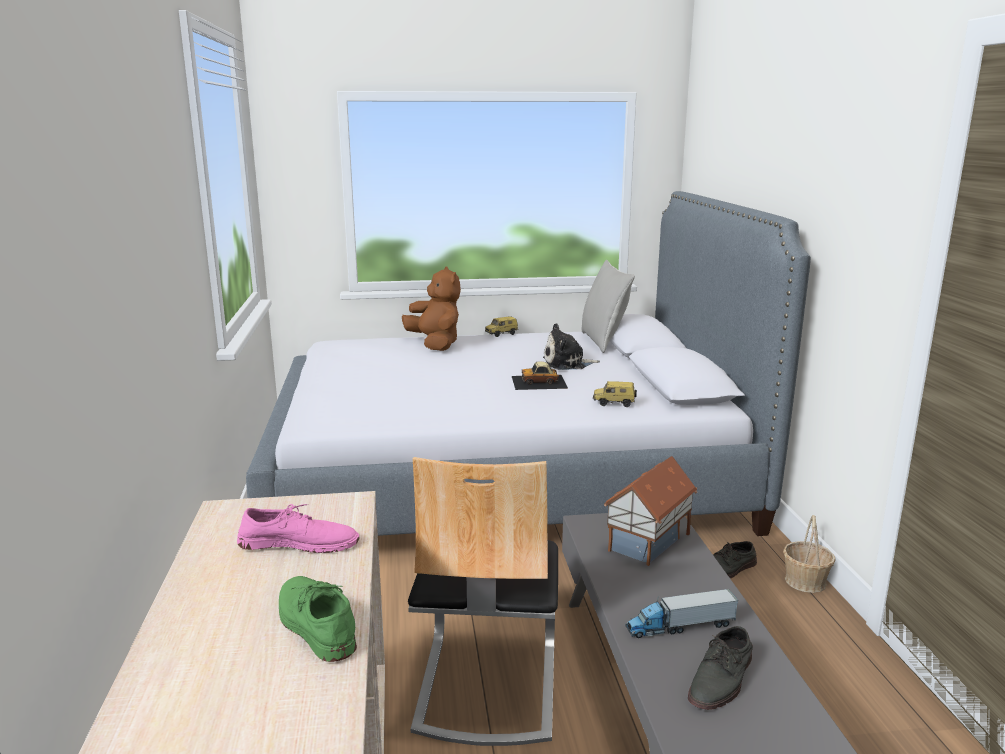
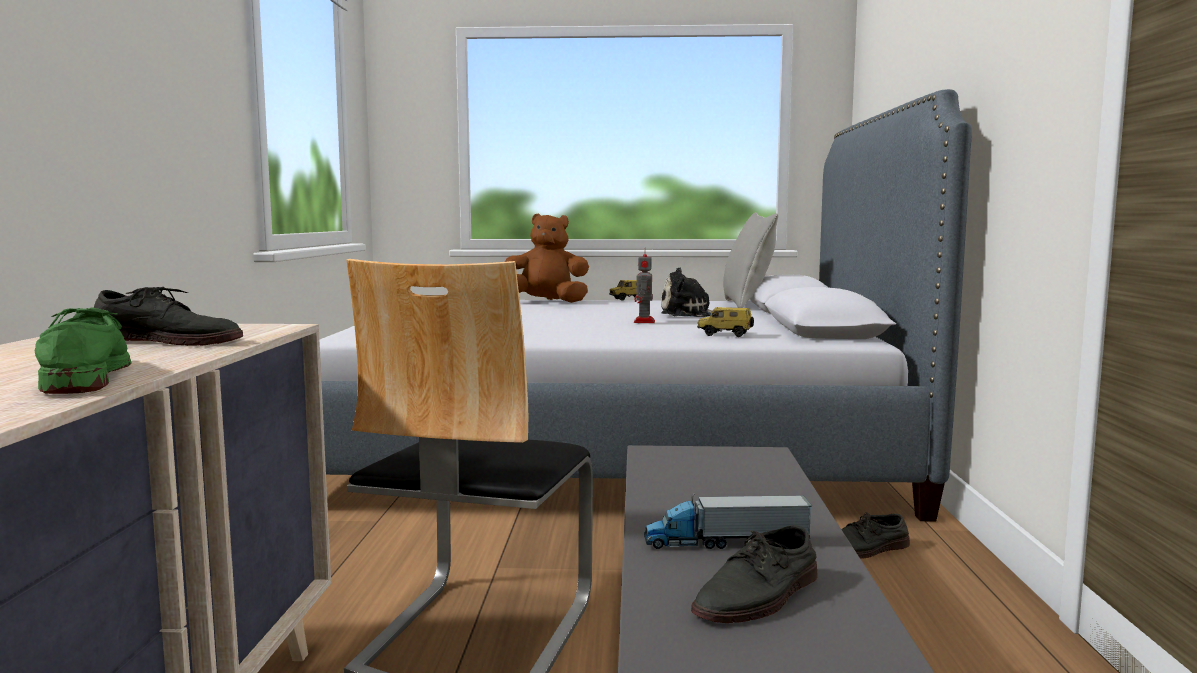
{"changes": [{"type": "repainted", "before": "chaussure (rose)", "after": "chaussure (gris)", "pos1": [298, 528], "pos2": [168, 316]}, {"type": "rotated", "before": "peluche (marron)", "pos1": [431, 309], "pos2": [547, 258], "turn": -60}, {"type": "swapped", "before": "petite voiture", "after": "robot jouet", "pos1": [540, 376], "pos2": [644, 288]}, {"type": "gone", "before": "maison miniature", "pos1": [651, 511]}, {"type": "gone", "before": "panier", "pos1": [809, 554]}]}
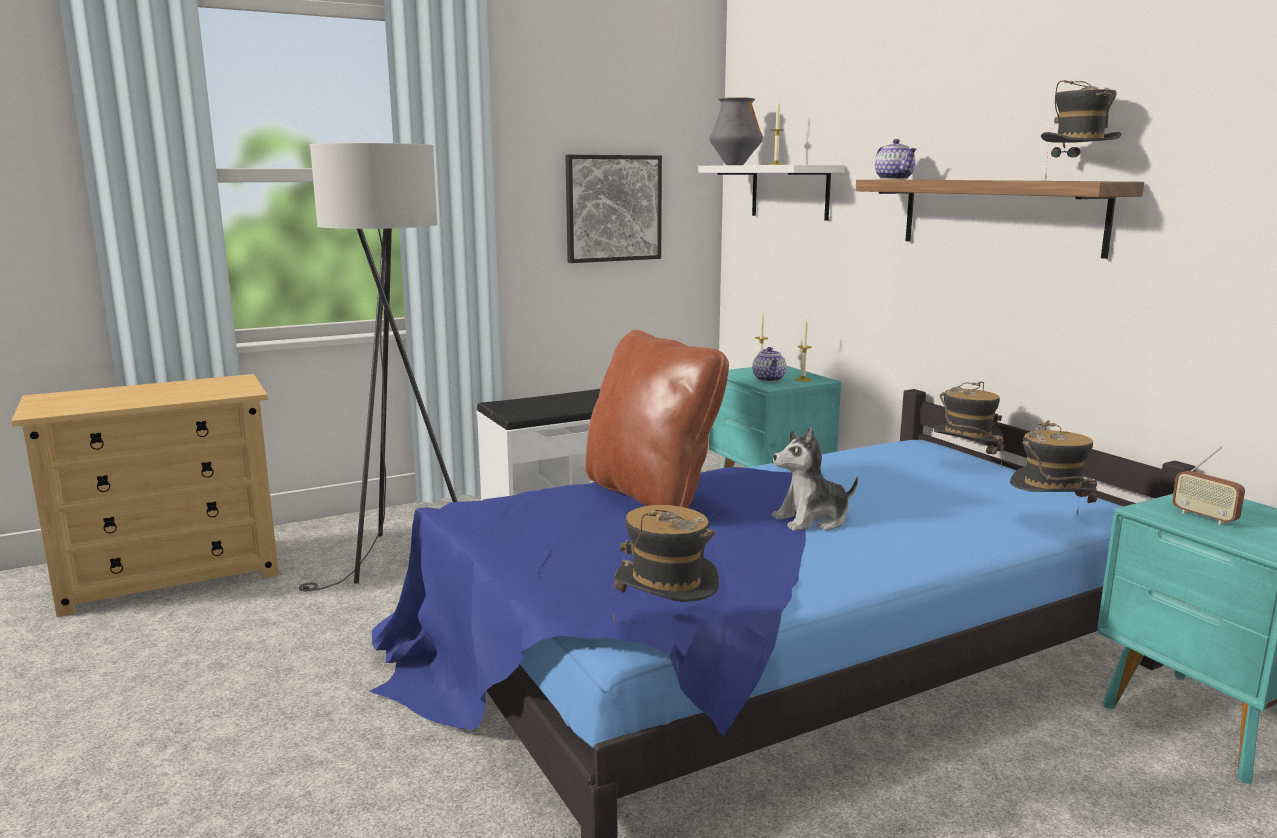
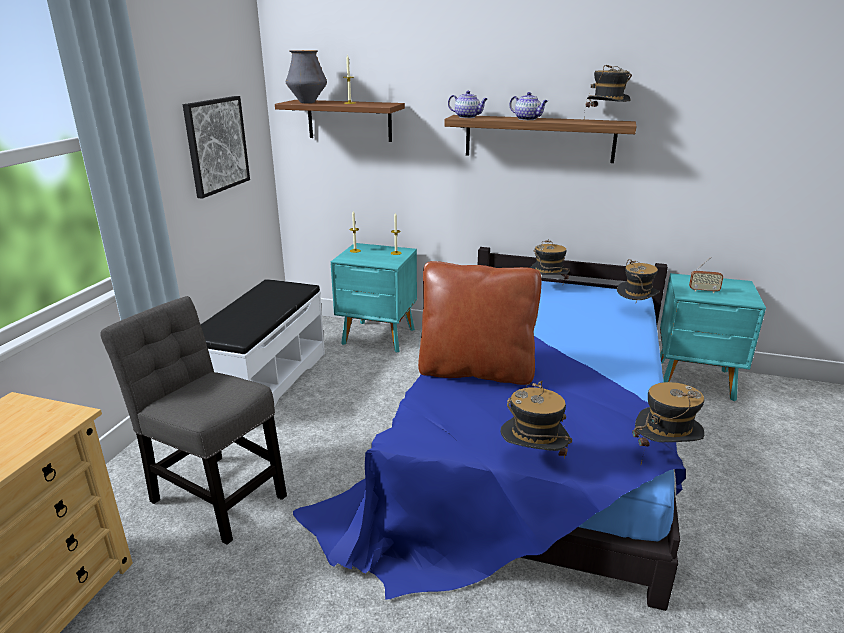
{"changes": [{"type": "swapped", "before": "lampadaire (gris)", "after": "chaise (gris)", "pos1": [378, 367], "pos2": [194, 420]}, {"type": "repainted", "before": "étagère (blanc)", "after": "étagère (marron)", "pos1": [771, 193], "pos2": [340, 121]}, {"type": "new", "after": "chapeau", "pos2": [537, 420]}, {"type": "shifted", "before": "théière", "pos1": [769, 364], "pos2": [528, 106]}, {"type": "gone", "before": "peluche", "pos1": [814, 479]}]}
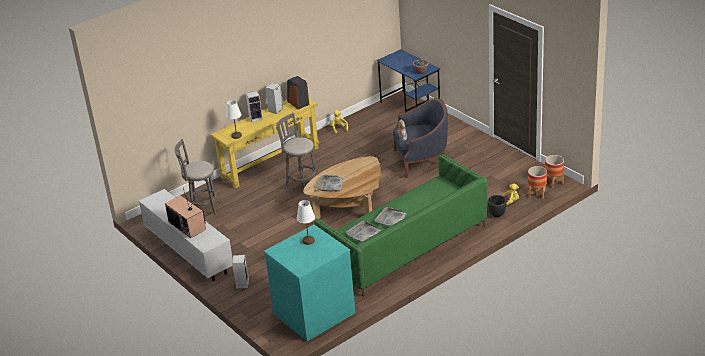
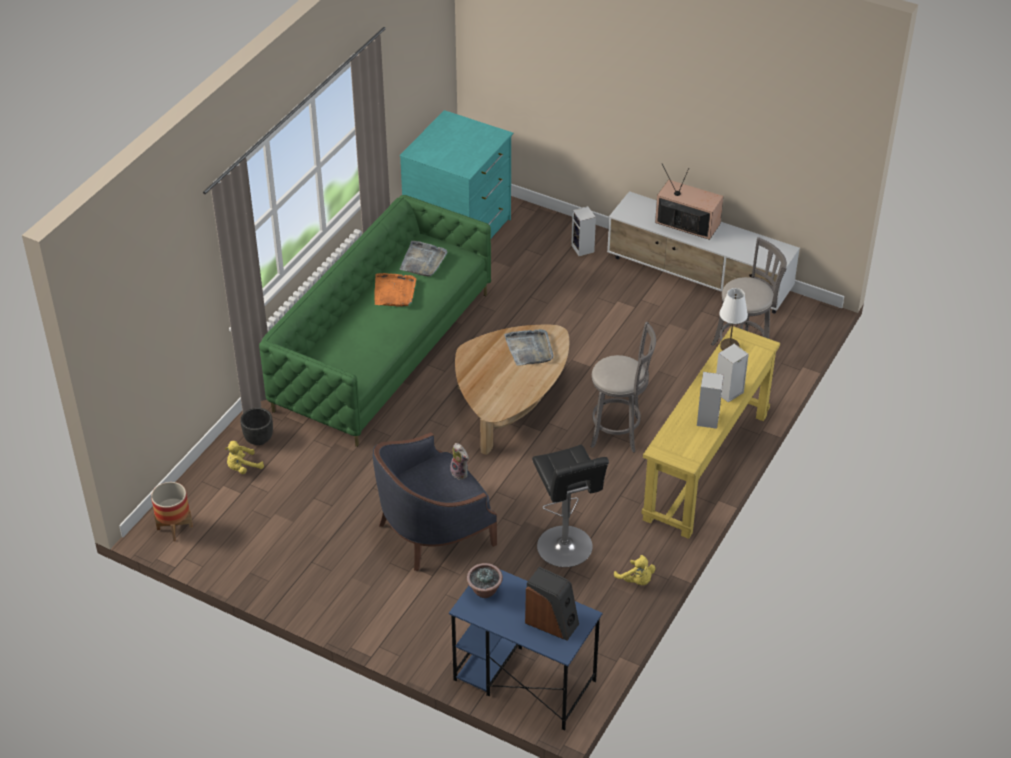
{"changes": [{"type": "repainted", "before": "plateau (gris)", "after": "plateau (orange)", "pos1": [391, 216], "pos2": [395, 290]}, {"type": "shifted", "before": "enceinte", "pos1": [298, 92], "pos2": [552, 604]}, {"type": "new", "after": "tabouret (noir)", "pos2": [570, 506]}, {"type": "gone", "before": "lampe de table (blanc)", "pos1": [306, 222]}, {"type": "gone", "before": "cache-pot", "pos1": [537, 182]}]}
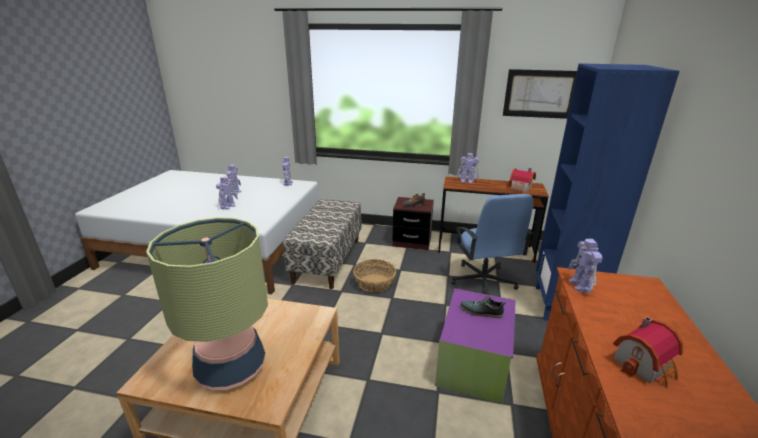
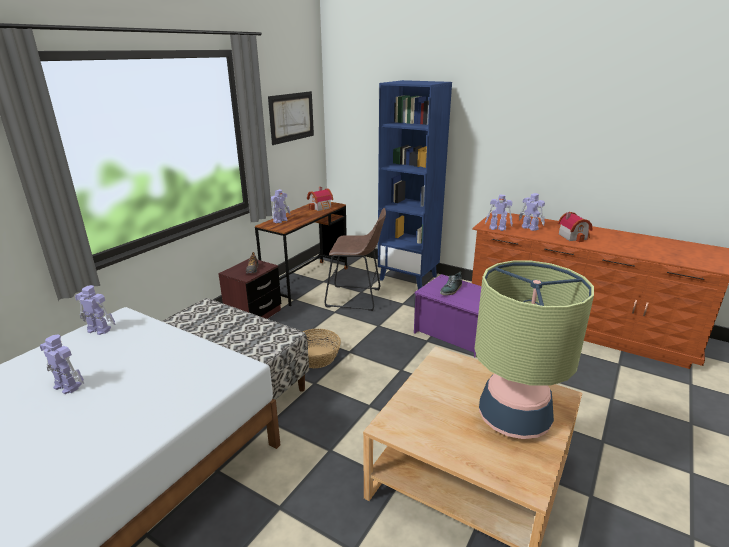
{"changes": [{"type": "swapped", "before": "chaise de bureau (bleu)", "after": "tabouret (marron)", "pos1": [492, 244], "pos2": [355, 259]}, {"type": "shifted", "before": "robot jouet", "pos1": [227, 192], "pos2": [532, 212]}]}
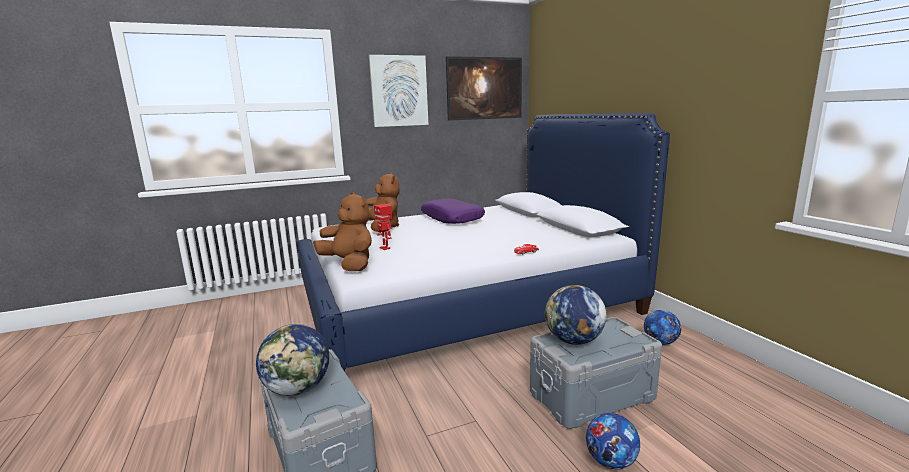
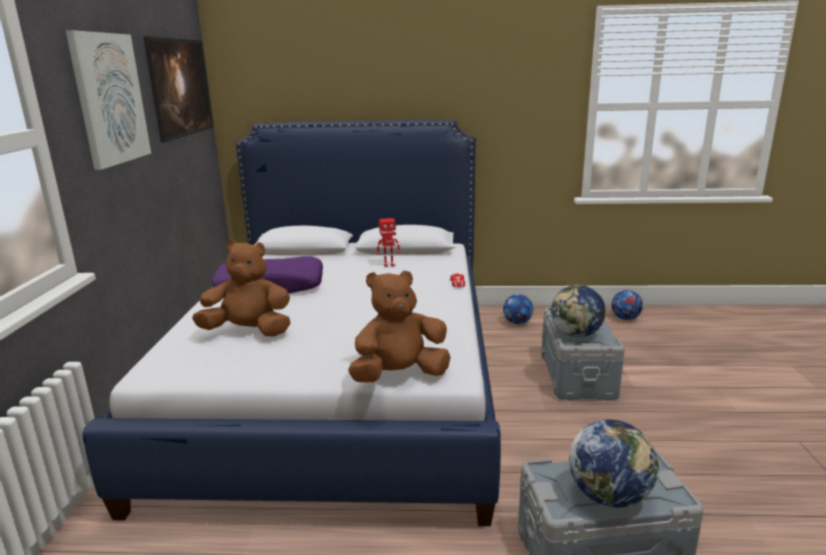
{"changes": [{"type": "shifted", "before": "robot jouet", "pos1": [383, 227], "pos2": [388, 242]}, {"type": "shifted", "before": "ballon de foot", "pos1": [613, 441], "pos2": [627, 305]}]}
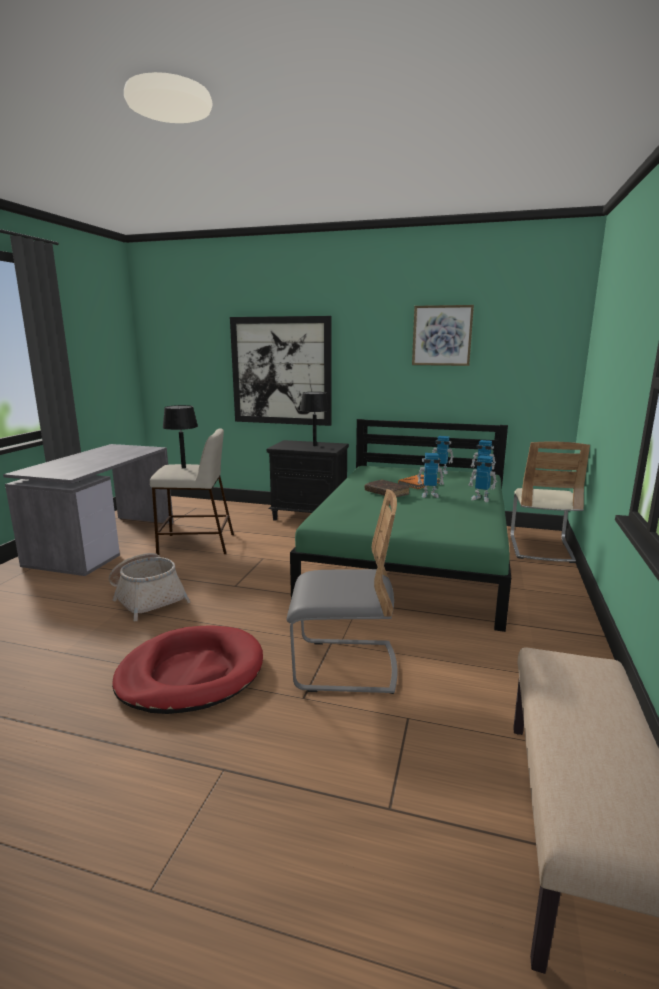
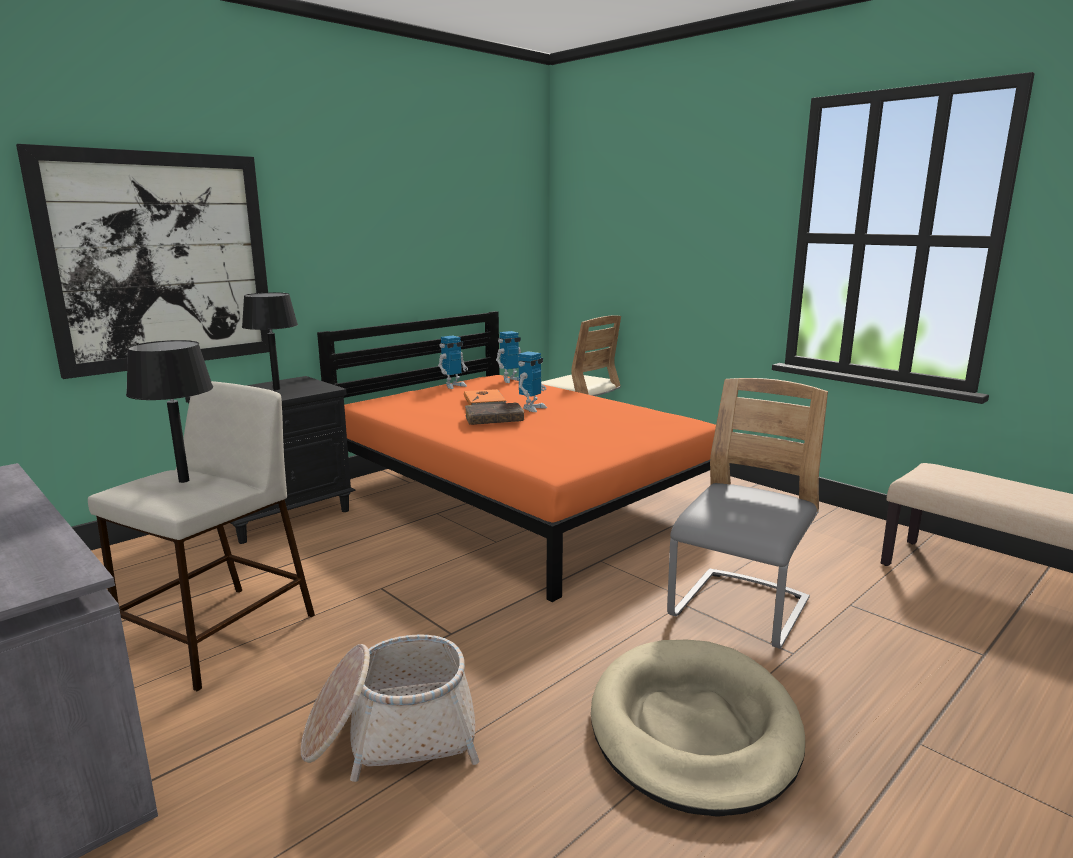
{"changes": [{"type": "repainted", "before": "lit (vert)", "after": "lit (orange)", "pos1": [400, 525], "pos2": [516, 456]}, {"type": "repainted", "before": "panier pour chien (rouge)", "after": "panier pour chien (beige)", "pos1": [187, 669], "pos2": [698, 728]}, {"type": "gone", "before": "tableau", "pos1": [443, 335]}, {"type": "gone", "before": "robot jouet", "pos1": [482, 478]}]}
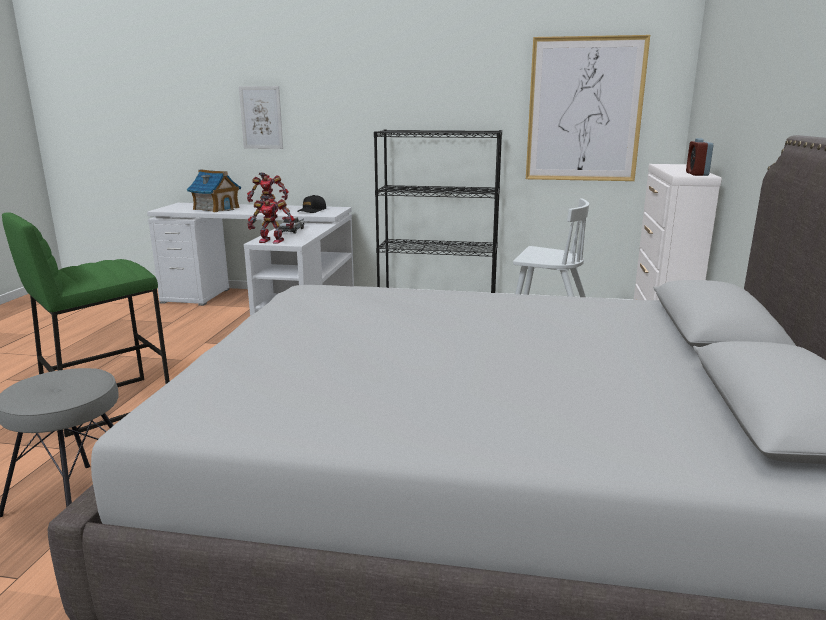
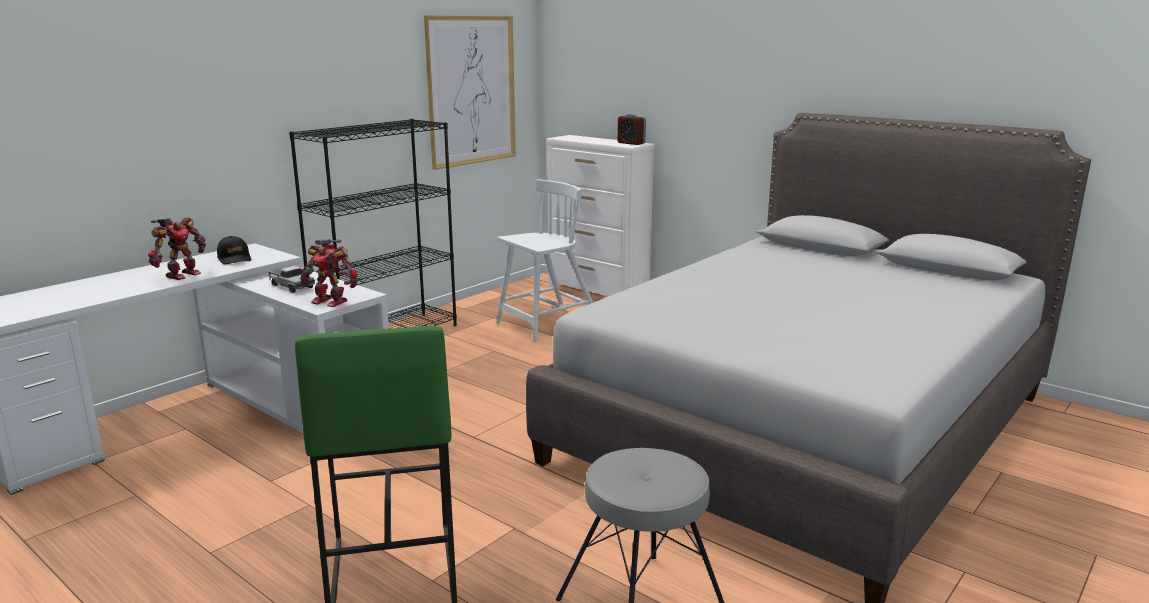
{"changes": [{"type": "rotated", "before": "robot jouet", "pos1": [271, 219], "pos2": [329, 273], "turn": 75}, {"type": "gone", "before": "maison miniature", "pos1": [214, 190]}, {"type": "gone", "before": "tableau", "pos1": [261, 117]}]}
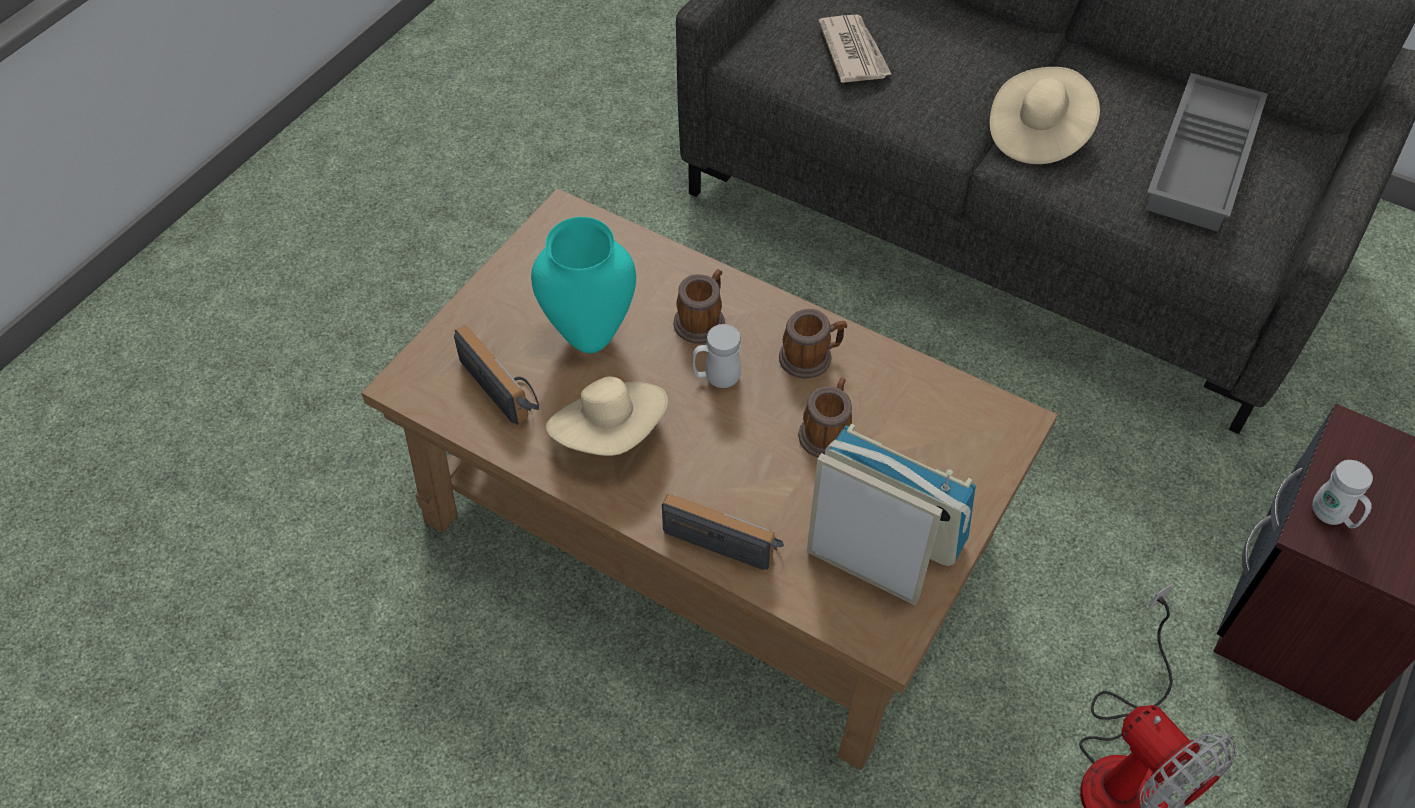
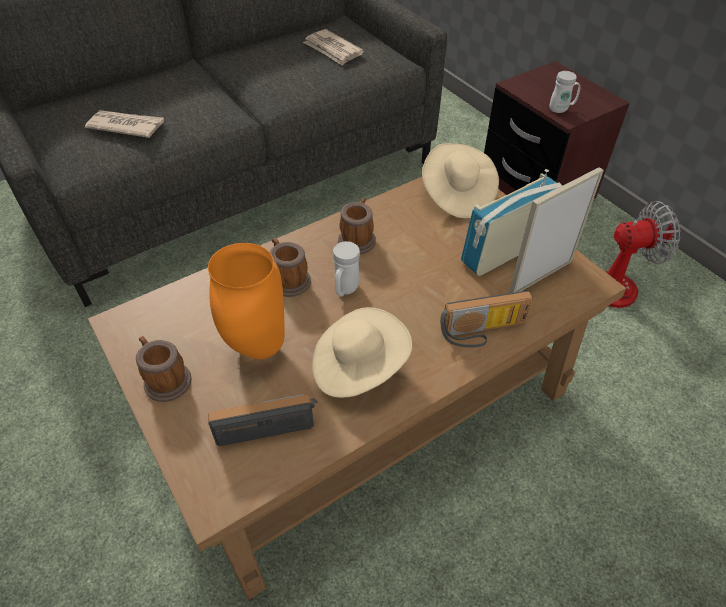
{"changes": [{"type": "shifted", "before": "mug", "pos1": [825, 418], "pos2": [164, 369]}, {"type": "repainted", "before": "vase (turquoise)", "after": "vase (orange)", "pos1": [583, 285], "pos2": [246, 301]}, {"type": "swapped", "before": "plateau (gris)", "after": "journal", "pos1": [1206, 152], "pos2": [333, 47]}, {"type": "shifted", "before": "chapeau (beige)", "pos1": [1045, 115], "pos2": [460, 180]}, {"type": "rotated", "before": "radio", "pos1": [723, 532], "pos2": [486, 319], "turn": -150}]}
